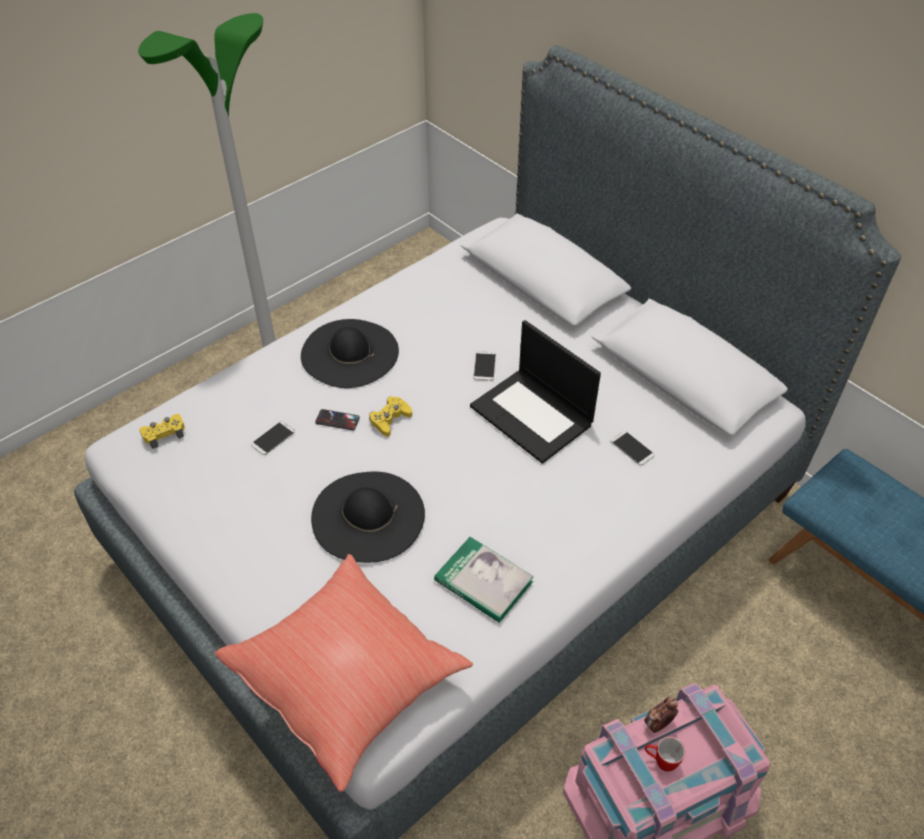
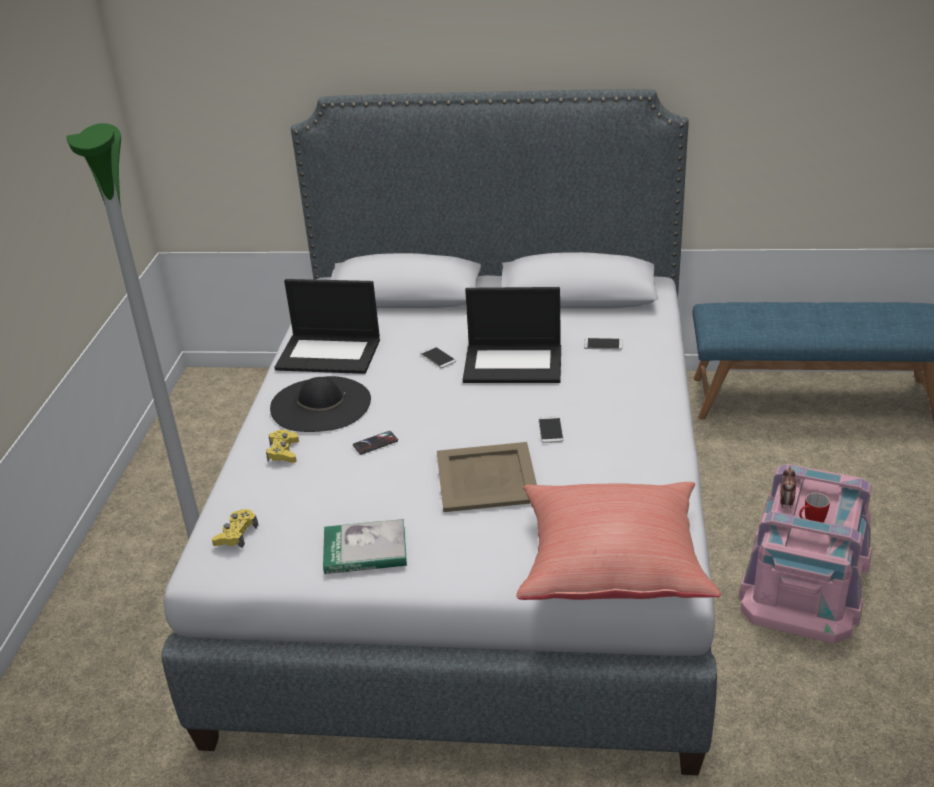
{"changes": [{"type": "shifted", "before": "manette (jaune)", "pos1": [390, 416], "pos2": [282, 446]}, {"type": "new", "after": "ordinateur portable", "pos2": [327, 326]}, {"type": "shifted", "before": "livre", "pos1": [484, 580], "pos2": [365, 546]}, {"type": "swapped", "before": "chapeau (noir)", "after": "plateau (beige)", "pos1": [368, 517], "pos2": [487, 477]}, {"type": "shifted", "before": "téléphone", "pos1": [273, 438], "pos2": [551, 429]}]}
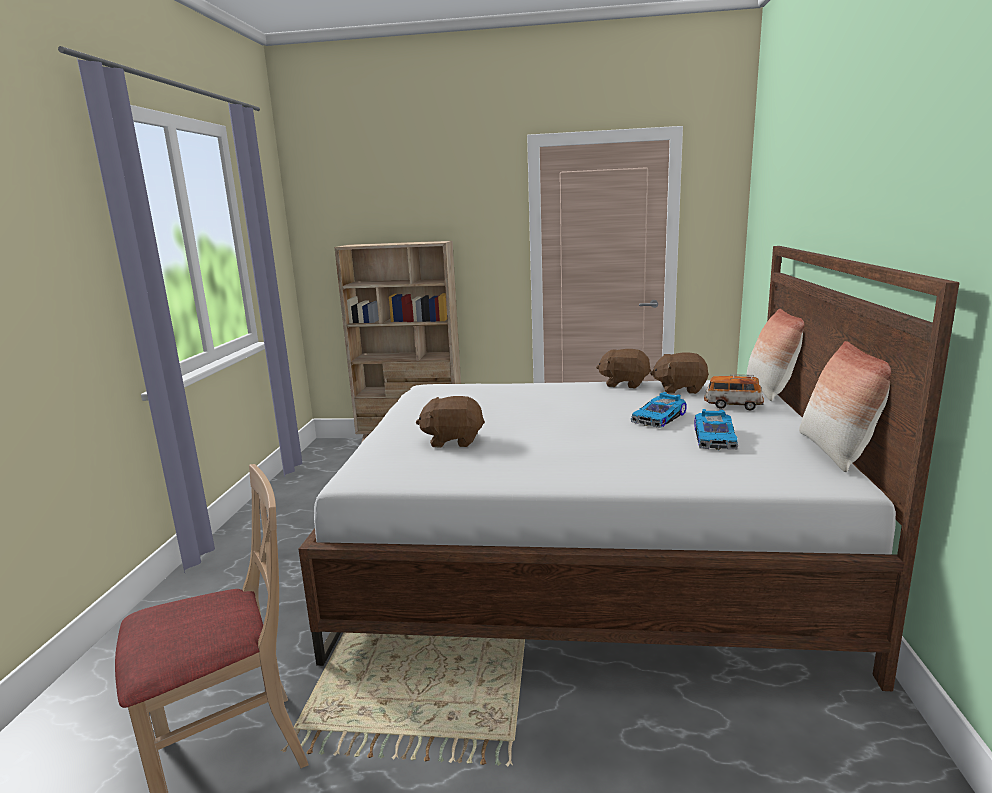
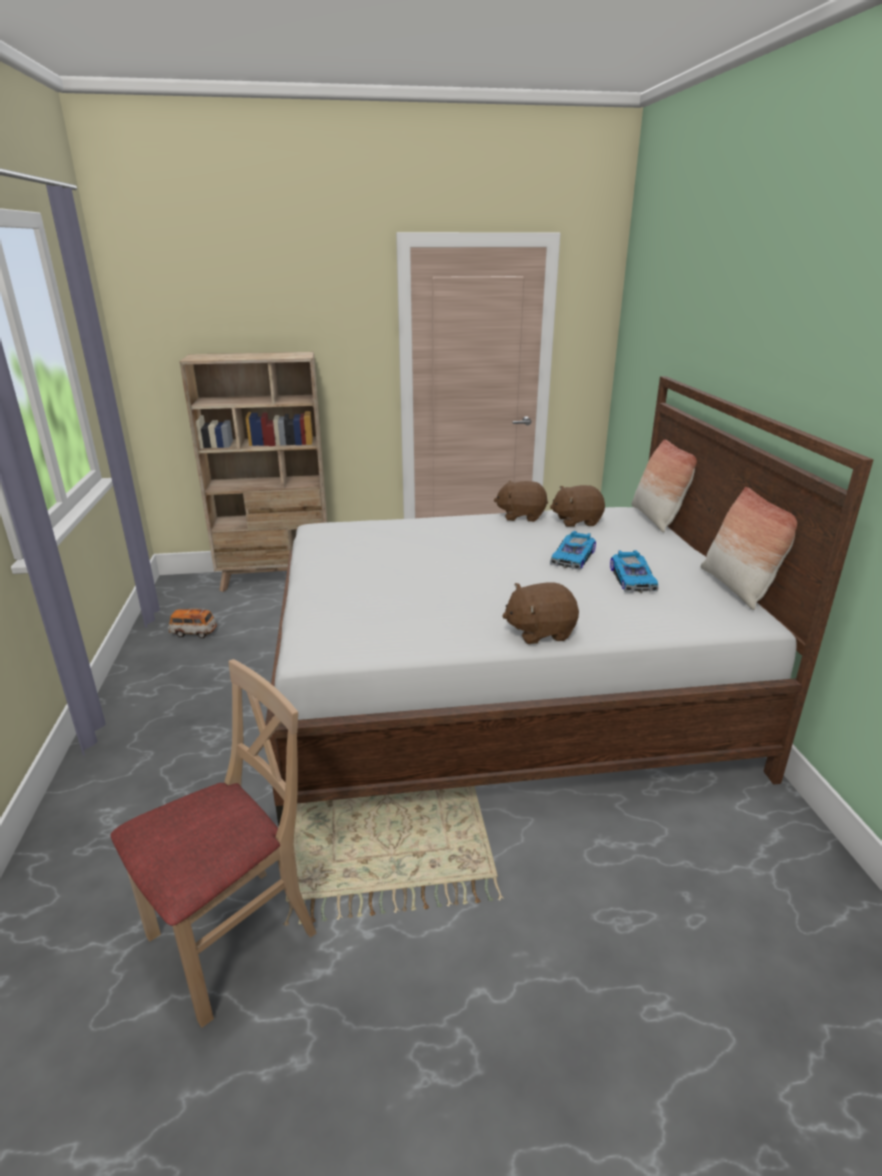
{"changes": [{"type": "shifted", "before": "petite voiture", "pos1": [734, 392], "pos2": [192, 623]}, {"type": "shifted", "before": "peluche (marron)", "pos1": [450, 421], "pos2": [540, 613]}]}
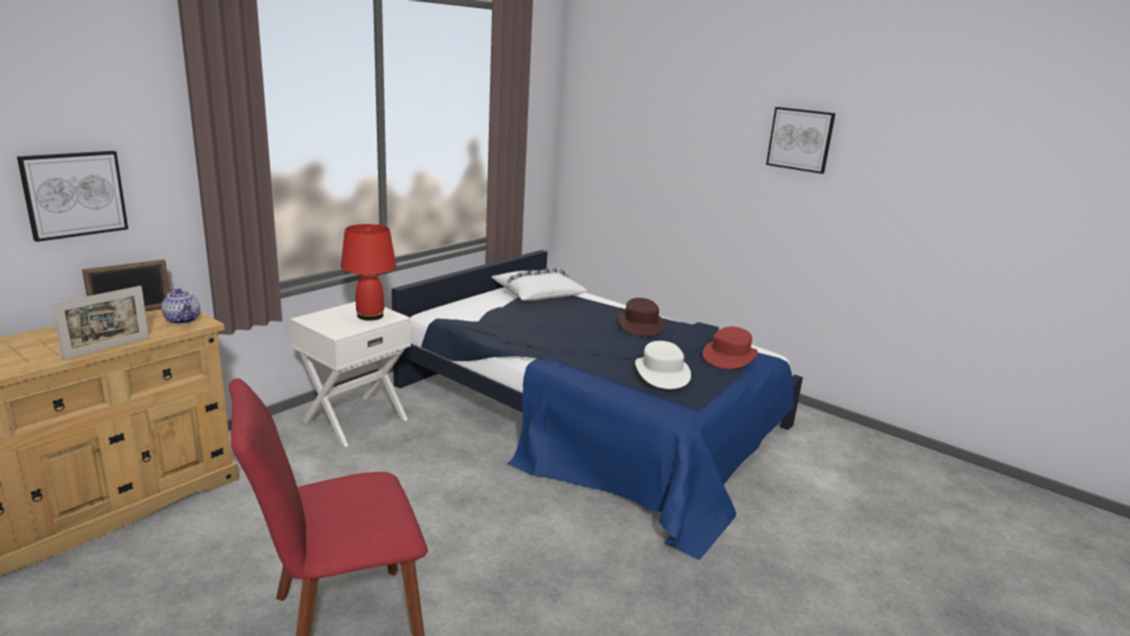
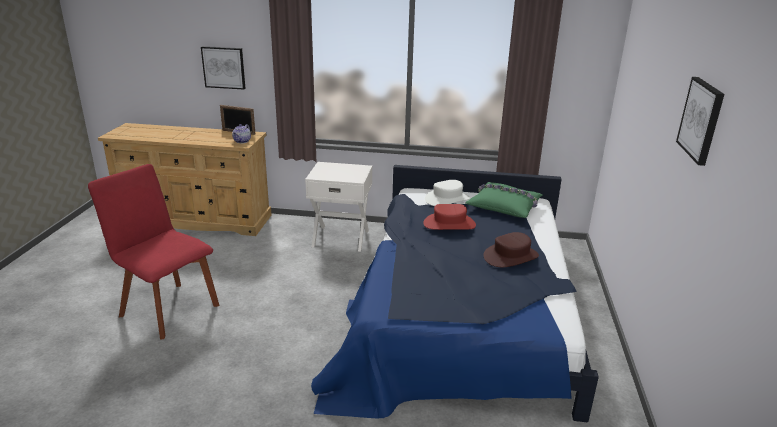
{"changes": [{"type": "shifted", "before": "chapeau (rouge)", "pos1": [730, 348], "pos2": [450, 217]}, {"type": "shifted", "before": "chapeau (blanc)", "pos1": [663, 365], "pos2": [447, 193]}, {"type": "repainted", "before": "coussin (blanc)", "after": "coussin (vert)", "pos1": [539, 284], "pos2": [504, 200]}, {"type": "gone", "before": "cadre photo", "pos1": [100, 323]}, {"type": "gone", "before": "lampe de table (rouge)", "pos1": [368, 272]}]}
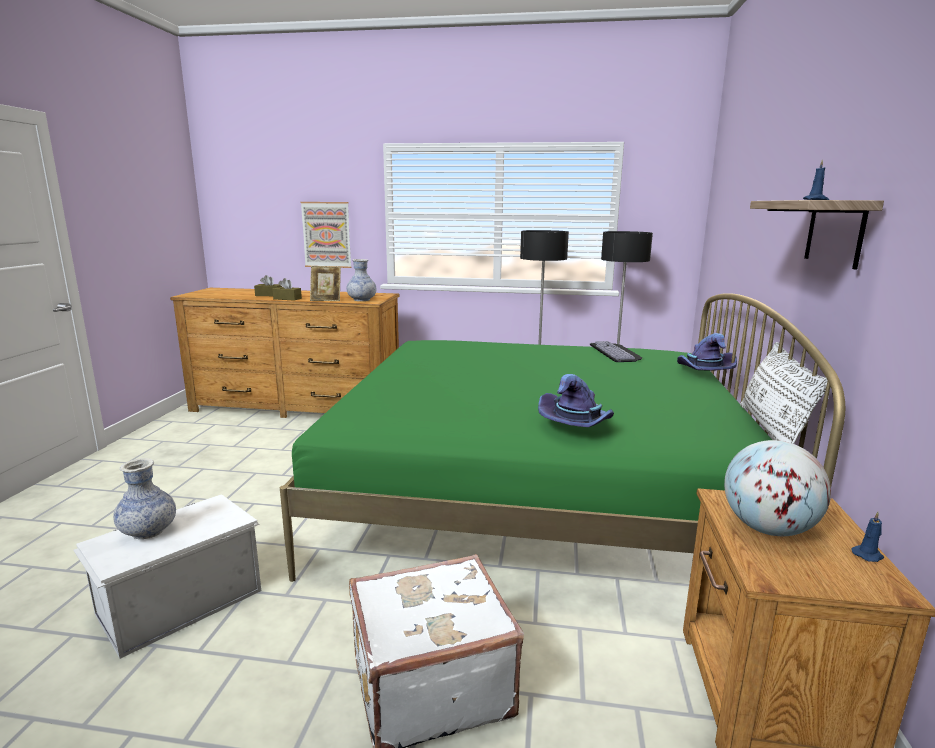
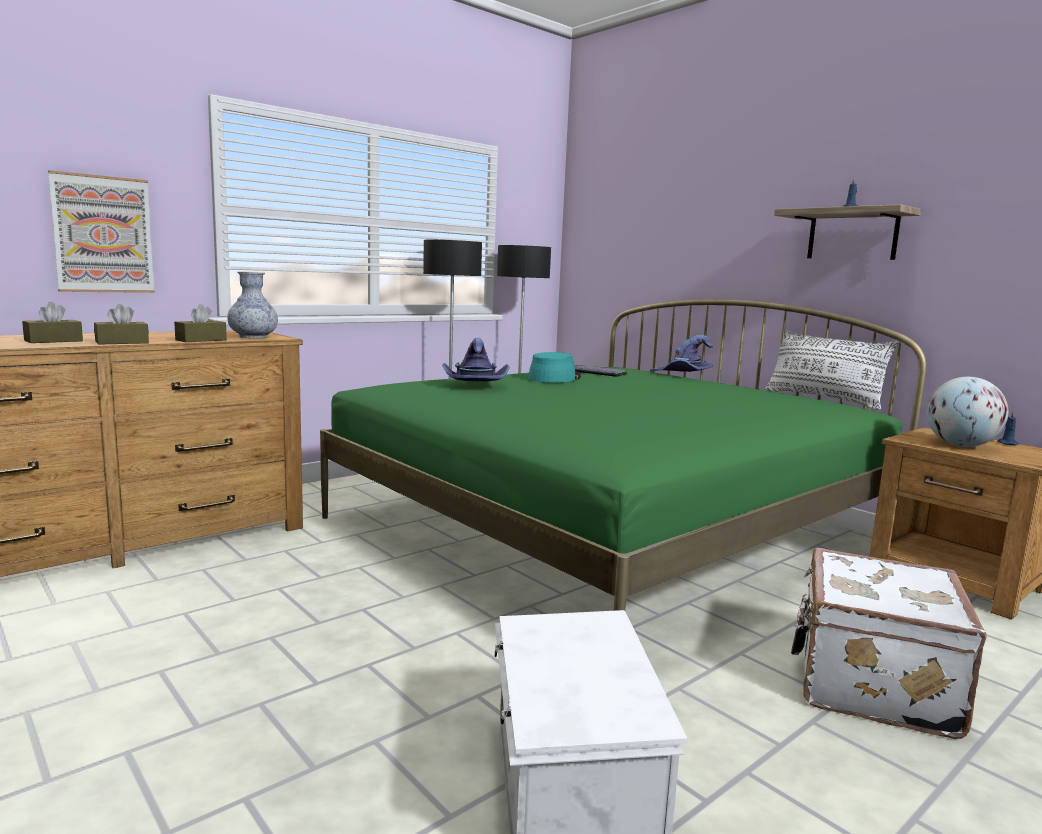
{"changes": [{"type": "swapped", "before": "cadre photo", "after": "boîte à mouchoirs (marron)", "pos1": [325, 283], "pos2": [200, 323]}, {"type": "shifted", "before": "chapeau (violet)", "pos1": [576, 400], "pos2": [476, 359]}, {"type": "new", "after": "chapeau (turquoise)", "pos2": [554, 367]}, {"type": "gone", "before": "vase", "pos1": [144, 498]}]}
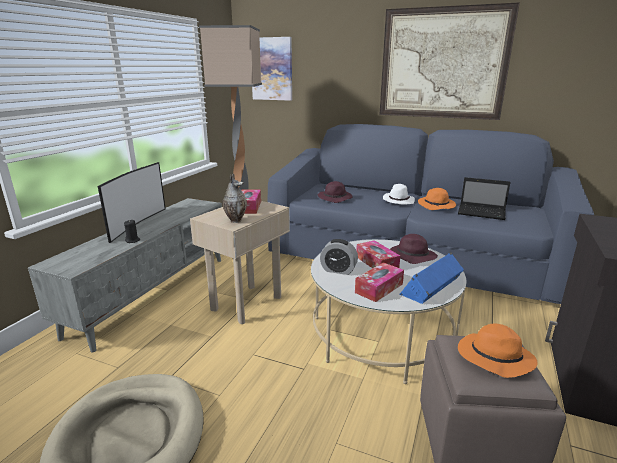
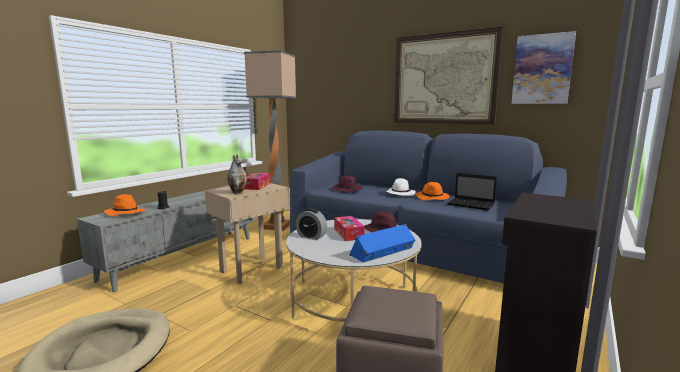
{"changes": [{"type": "shifted", "before": "chapeau (orange)", "pos1": [498, 351], "pos2": [124, 205]}, {"type": "shifted", "before": "tableau", "pos1": [272, 69], "pos2": [543, 67]}, {"type": "gone", "before": "téléviseur", "pos1": [132, 202]}, {"type": "gone", "before": "boîte à mouchoirs", "pos1": [379, 282]}]}
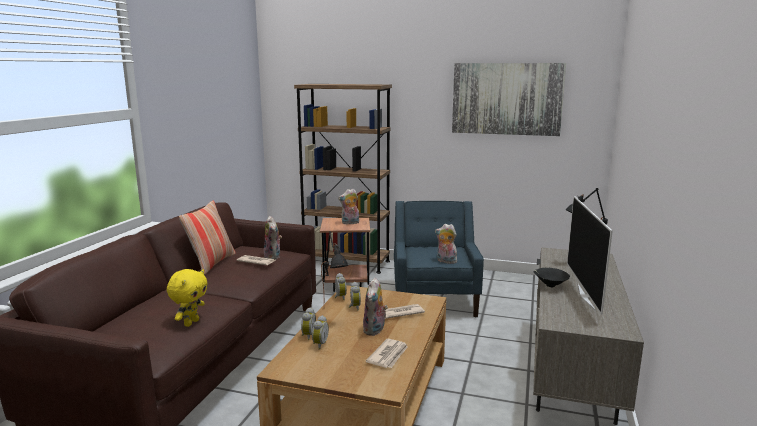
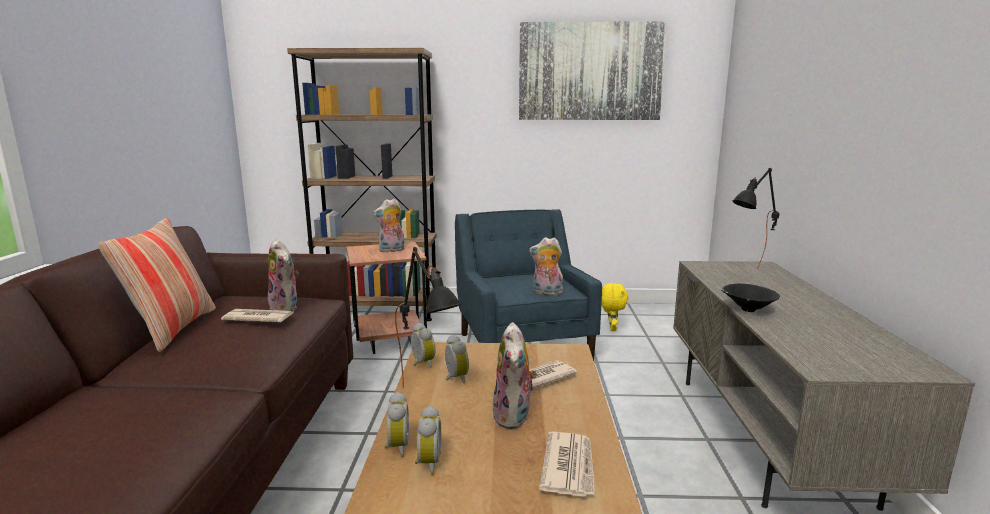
{"changes": [{"type": "shifted", "before": "peluche (jaune)", "pos1": [187, 298], "pos2": [615, 307]}, {"type": "gone", "before": "téléviseur", "pos1": [590, 255]}]}
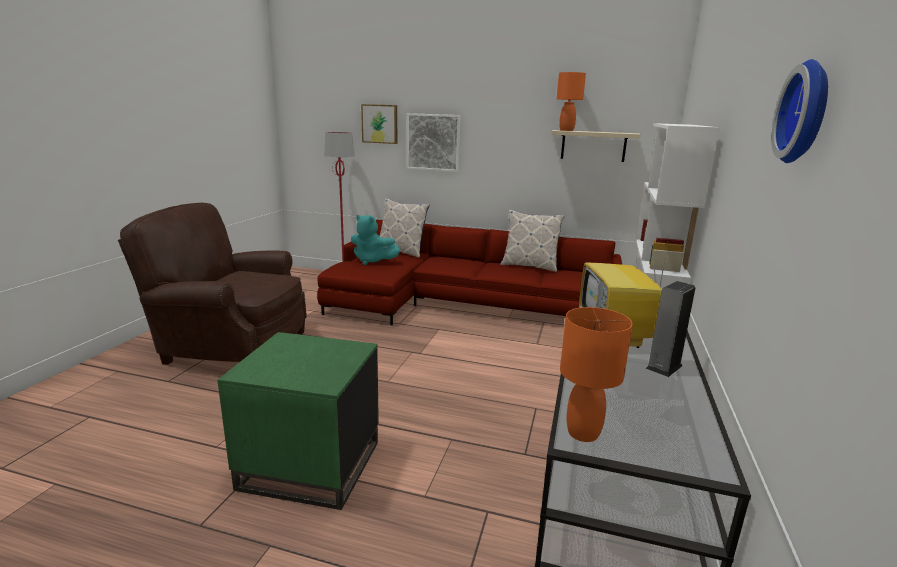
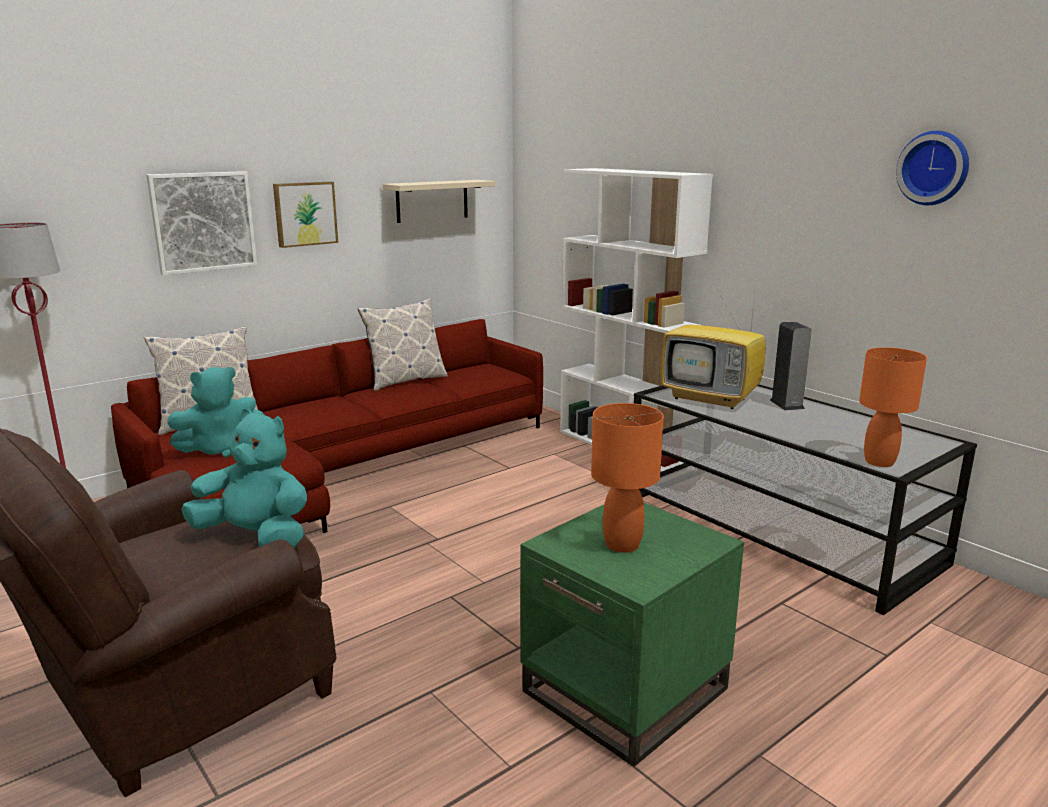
{"changes": [{"type": "new", "after": "peluche (turquoise)", "pos2": [244, 478]}, {"type": "shifted", "before": "tableau", "pos1": [379, 124], "pos2": [305, 215]}, {"type": "shifted", "before": "lampe de table (orange)", "pos1": [571, 101], "pos2": [627, 478]}]}
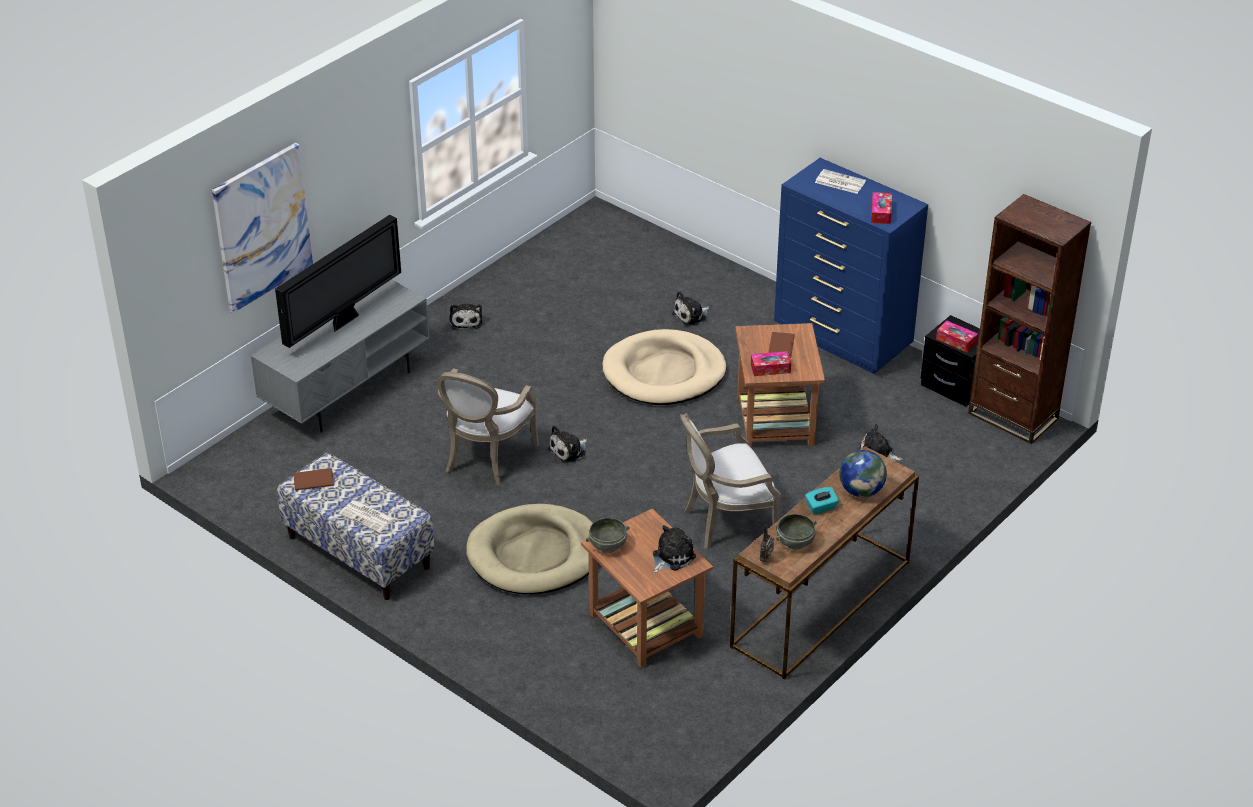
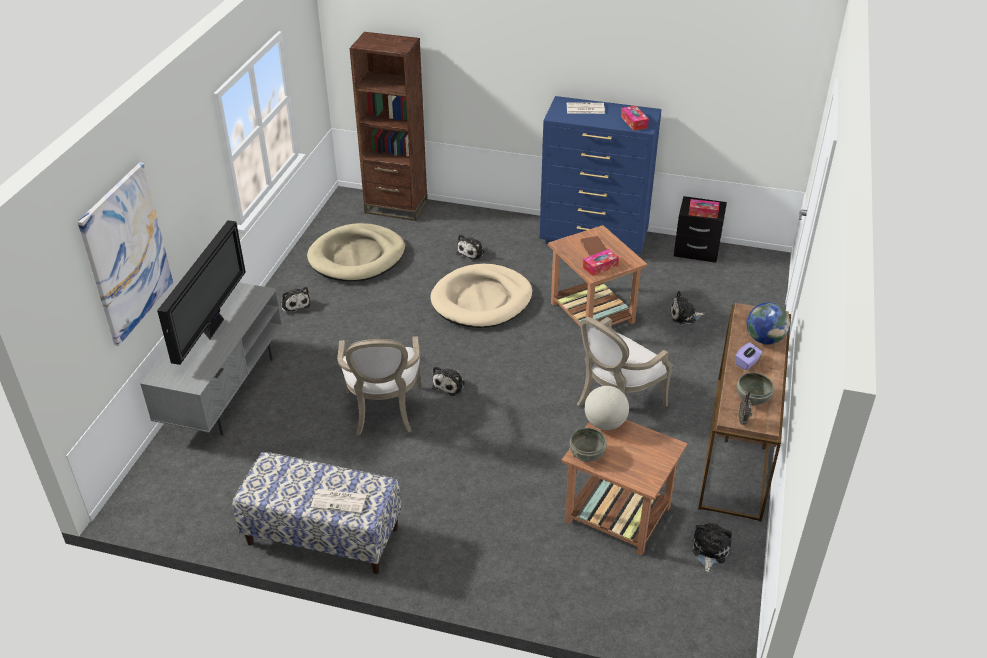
{"changes": [{"type": "shifted", "before": "panier pour chien (beige)", "pos1": [530, 549], "pos2": [356, 252]}, {"type": "shifted", "before": "bibliothèque (marron)", "pos1": [1029, 319], "pos2": [389, 126]}, {"type": "new", "after": "globe", "pos2": [606, 408]}, {"type": "shifted", "before": "peluche", "pos1": [674, 549], "pos2": [712, 547]}, {"type": "repainted", "before": "boîte à mouchoirs (turquoise)", "after": "boîte à mouchoirs (violet)", "pos1": [822, 501], "pos2": [749, 356]}, {"type": "gone", "before": "livre (marron)", "pos1": [313, 479]}]}
